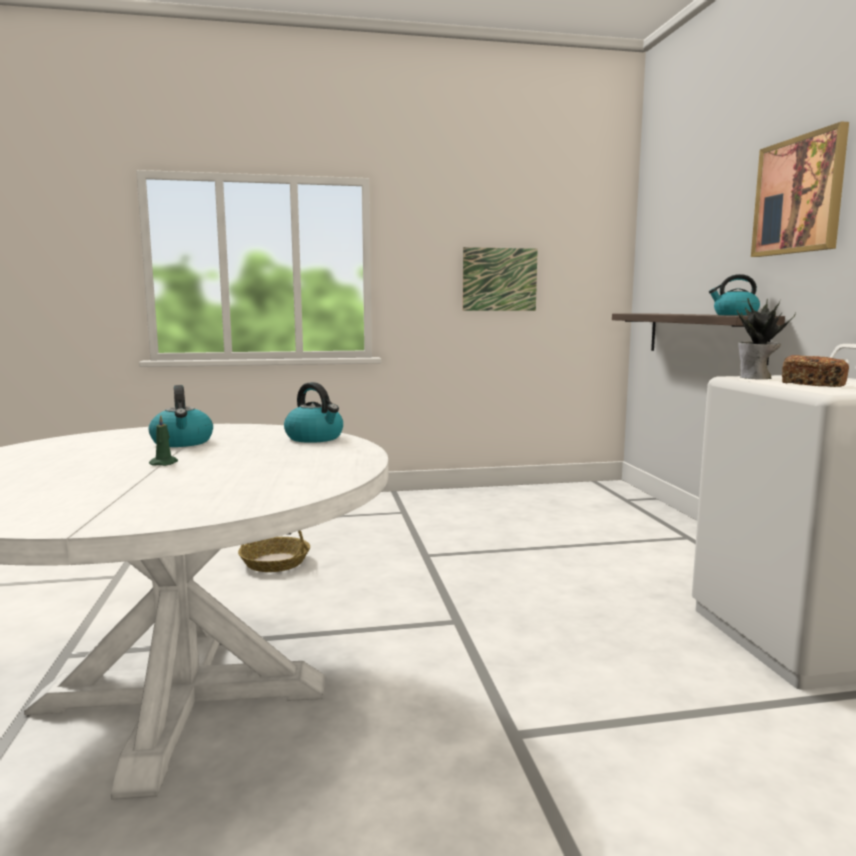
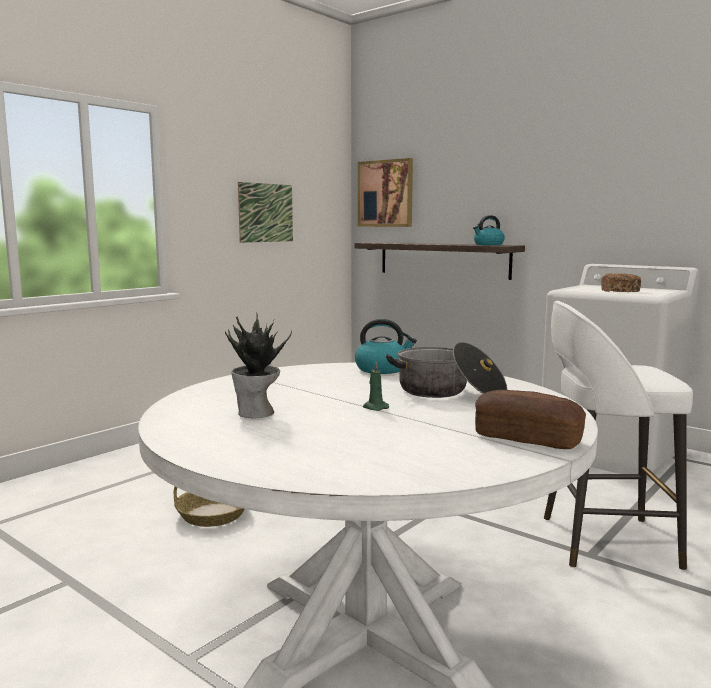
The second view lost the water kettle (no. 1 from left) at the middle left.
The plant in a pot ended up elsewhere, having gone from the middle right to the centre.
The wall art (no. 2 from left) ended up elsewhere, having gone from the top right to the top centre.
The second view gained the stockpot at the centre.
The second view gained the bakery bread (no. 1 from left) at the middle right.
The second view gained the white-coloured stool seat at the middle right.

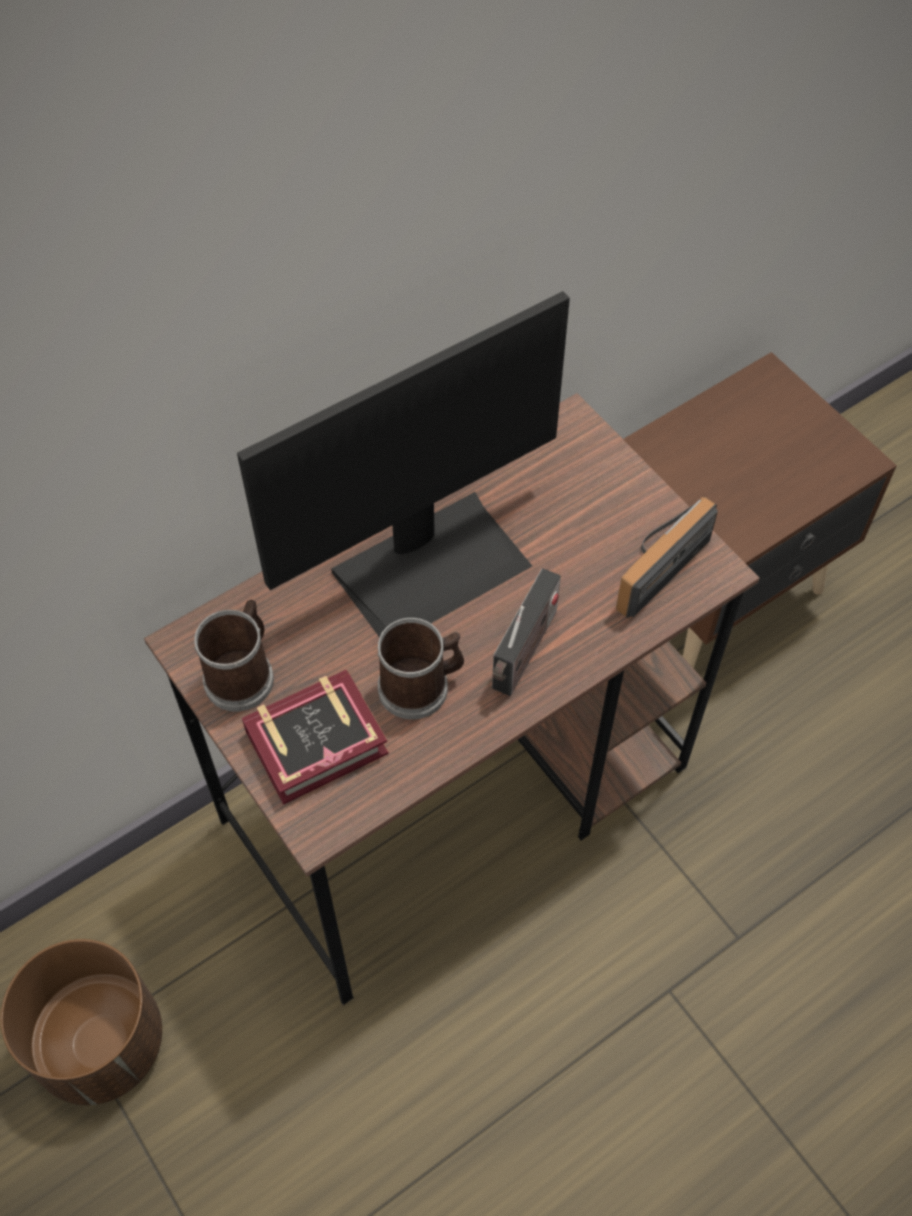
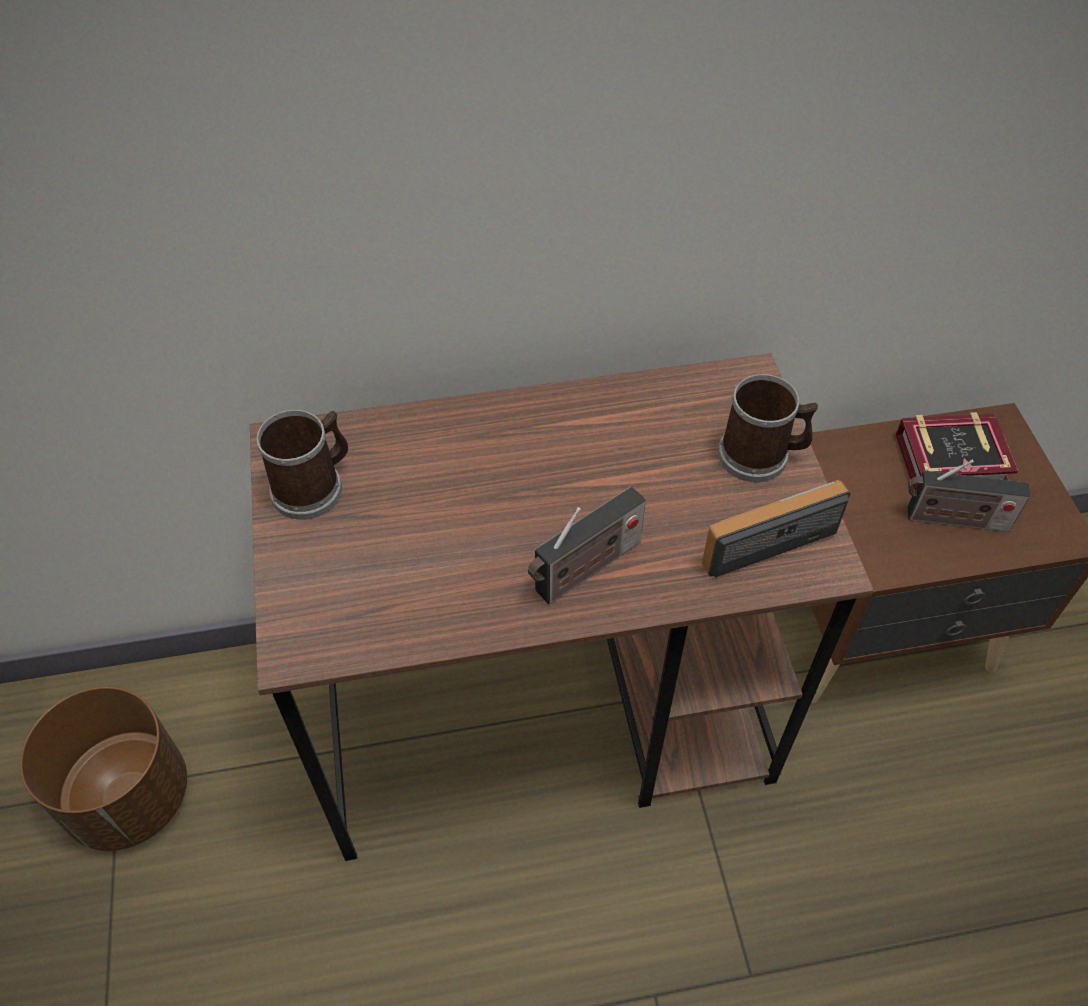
The second view lost the monitor at the centre.
The book ended up elsewhere, having gone from the centre to the middle right.
The tea mug (no. 2 from left) ended up elsewhere, having gone from the centre to the middle right.
The second view gained the radio set (no. 3 from left) at the middle right.

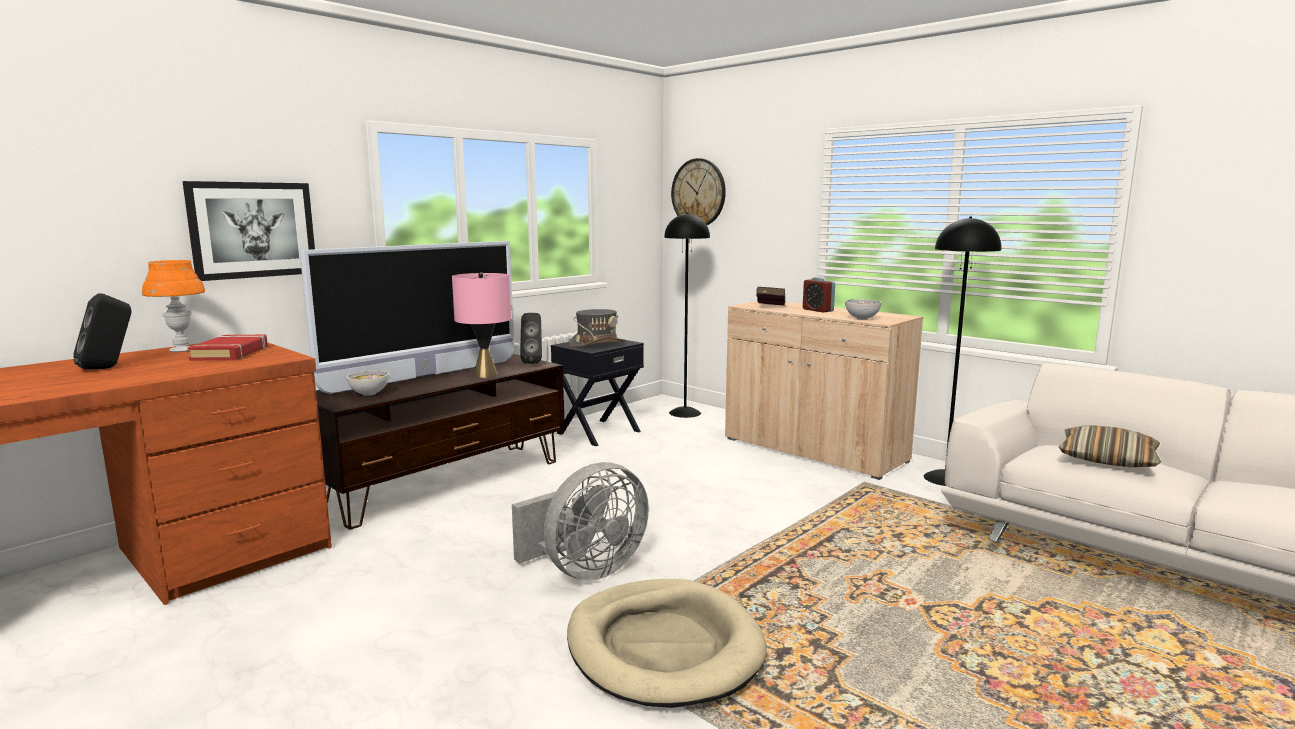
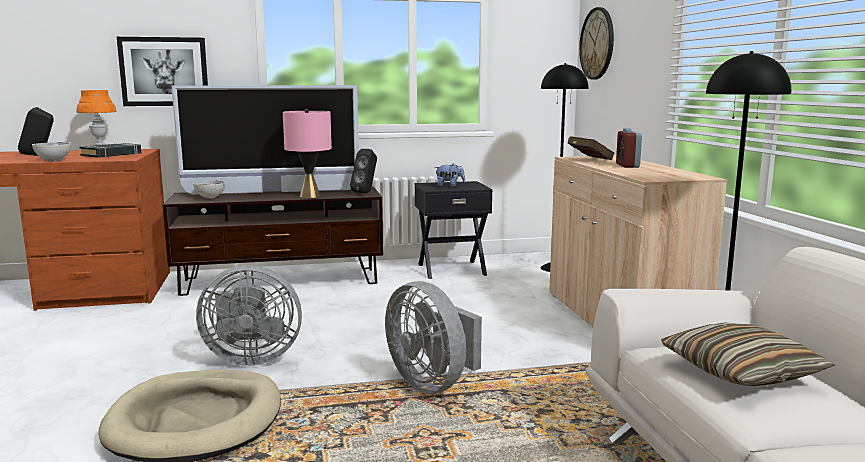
What was the reddish book (no. 1 from left) at the middle left turned into the black-coloured book at the top left.
Where the grey hat stood at the centre, the plush toy came to stand at the centre.
The serving bowl (no. 2 from left in the first image) ended up elsewhere, having gone from the centre to the top left.
The second view gained the grey fan (no. 2 from left) at the bottom centre.

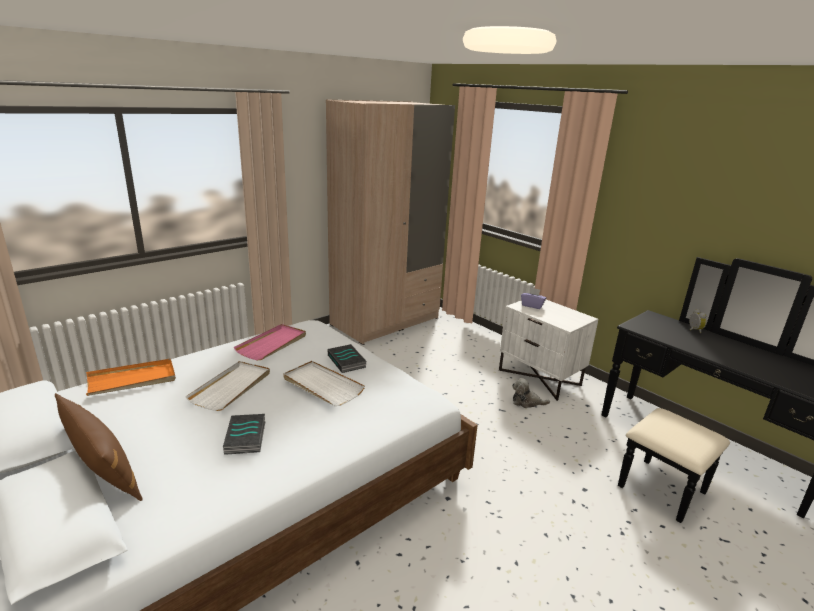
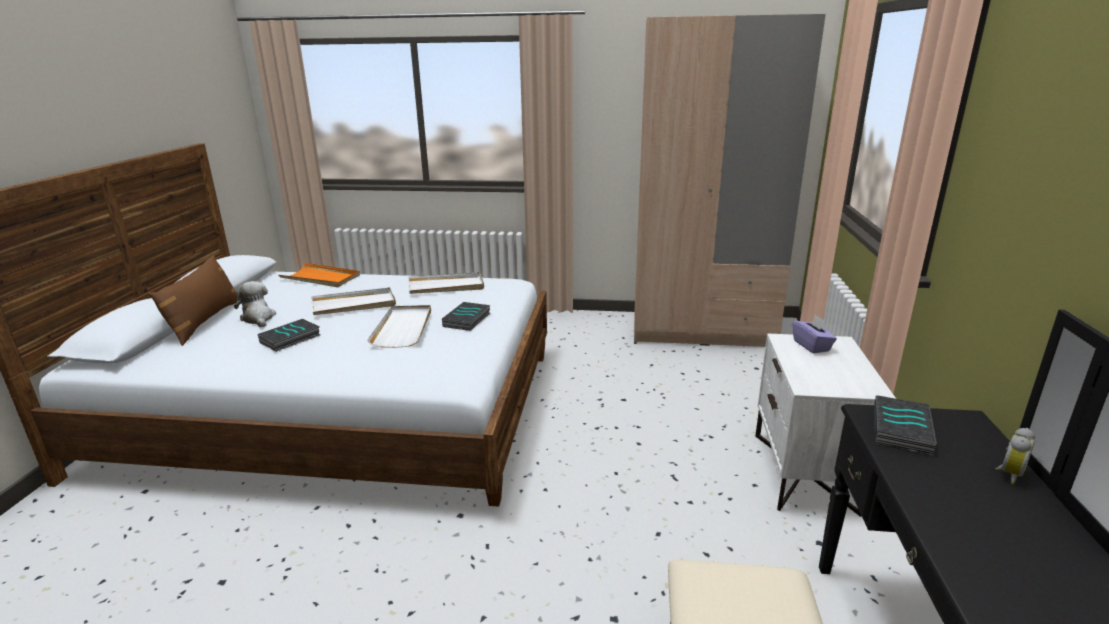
What was the pinkish serving tray at the middle left turned into the white-coloured serving tray (no. 3 from left) at the centre.
The plush toy ended up elsewhere, having gone from the centre to the middle left.
The second view gained the book (no. 3 from left) at the bottom right.

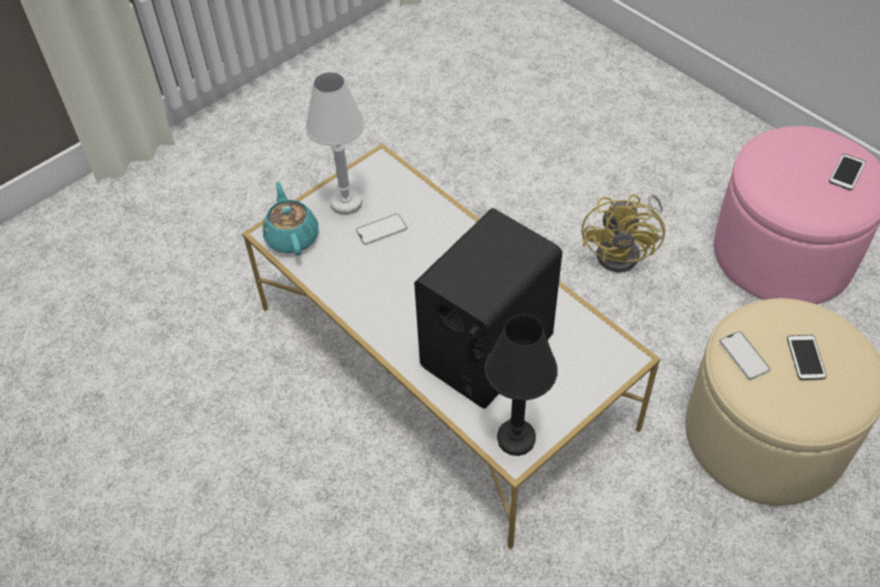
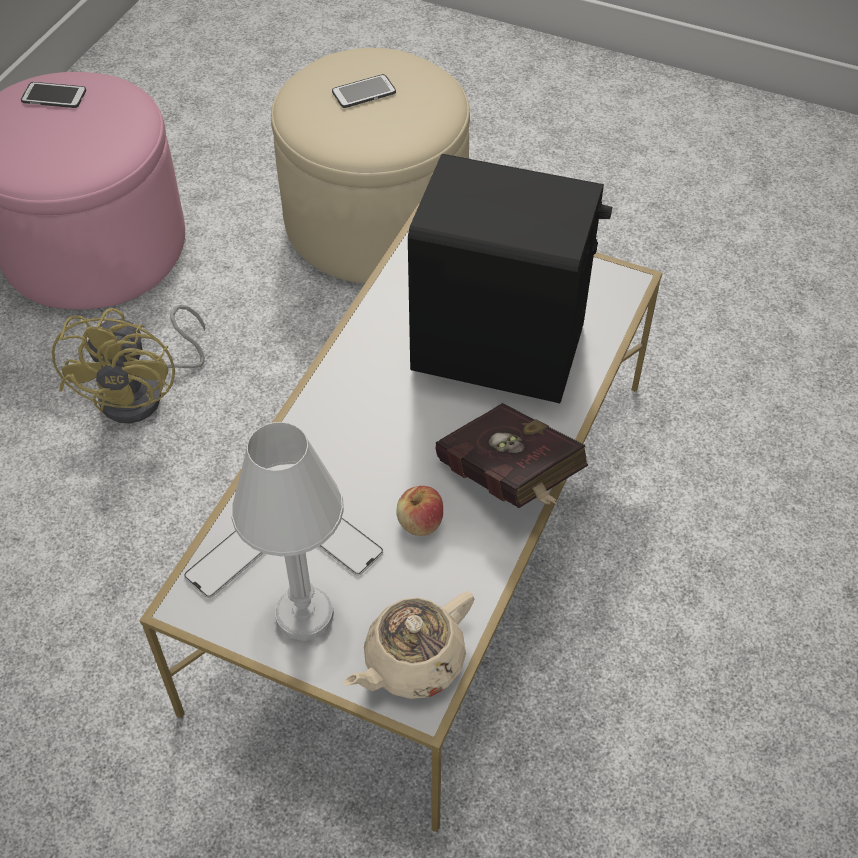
What was the turquoise pot for tea at the middle left turned into the sand-coloured pot for tea at the bottom centre.
The second view lost the black-coloured table lamp at the centre.
The yellowish fan at the middle right ended up facing another way, 105 degrees clockwise from before.
The phone (no. 2 from left) ended up elsewhere, having gone from the middle right to the middle left.
The second view gained the apple fruit at the centre.
The second view gained the reddish book at the centre.

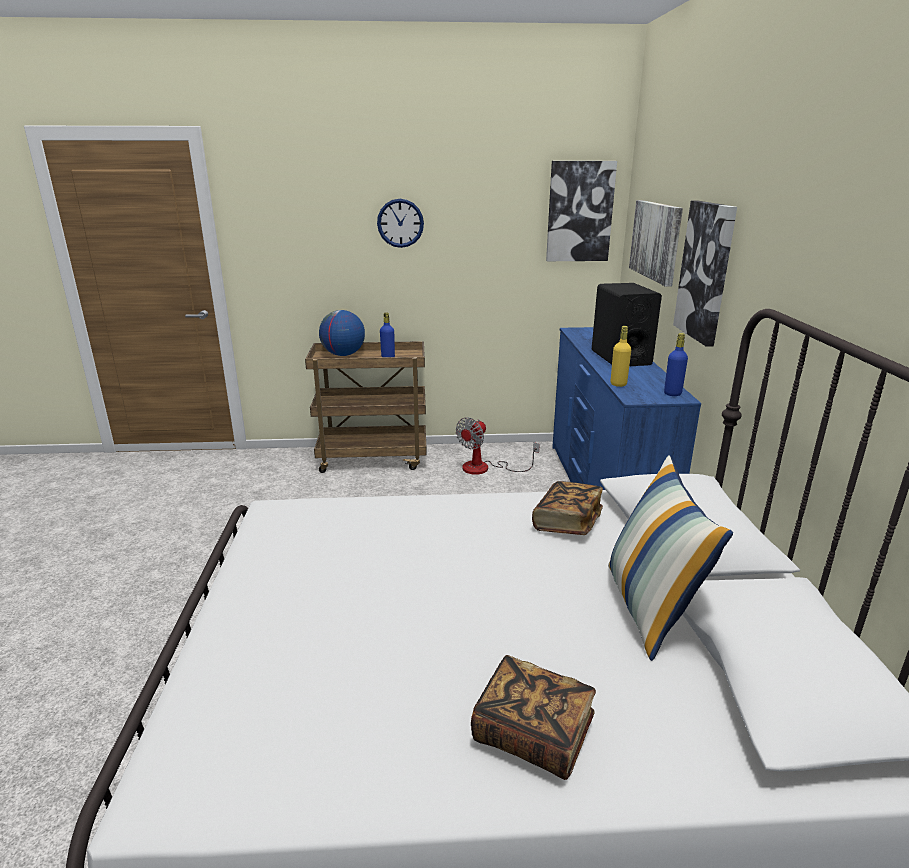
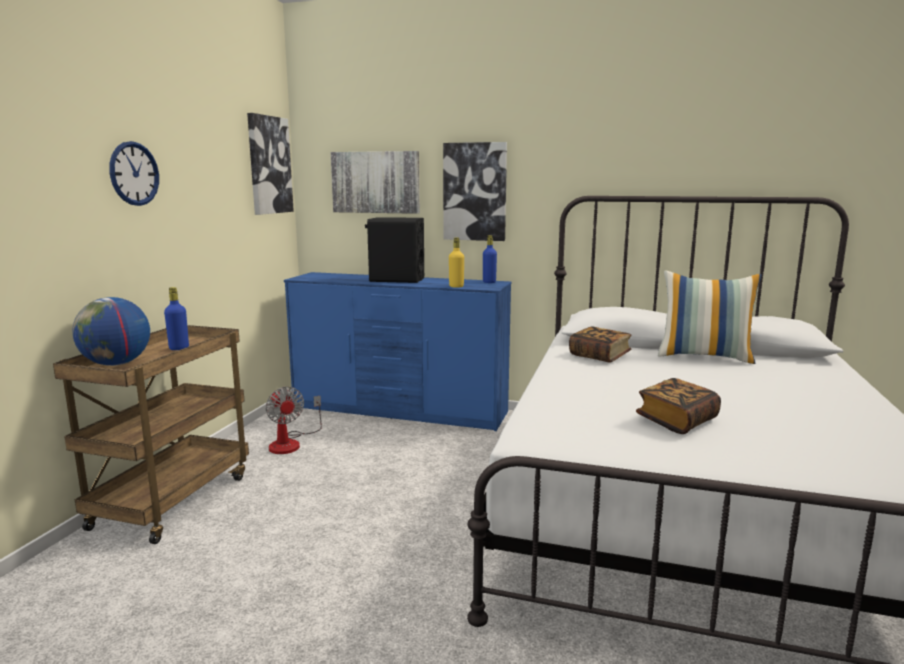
The book (no. 1 from left in the first image) ended up elsewhere, having gone from the bottom centre to the middle right.

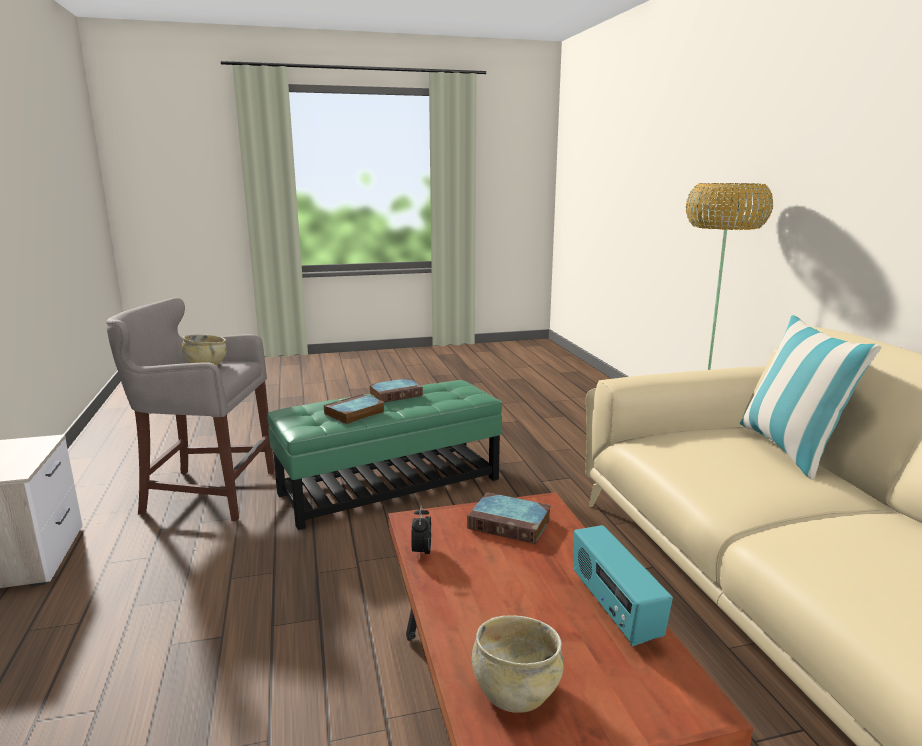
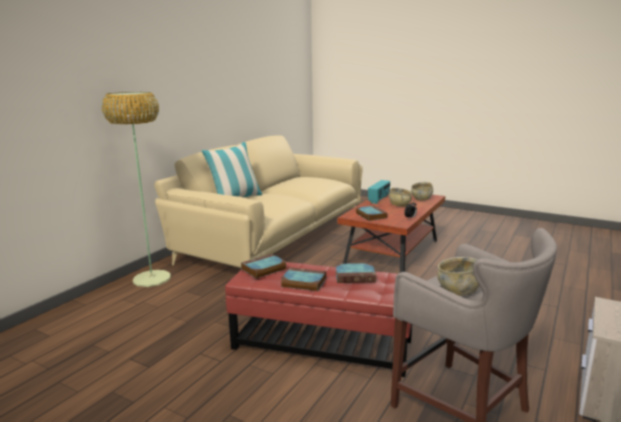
What was the green-coloured footrest at the centre turned into the reddish footrest at the bottom centre.
The second view gained the book (no. 1 from left) at the centre.
The second view gained the sand-coloured serving bowl (no. 1 from left) at the centre.

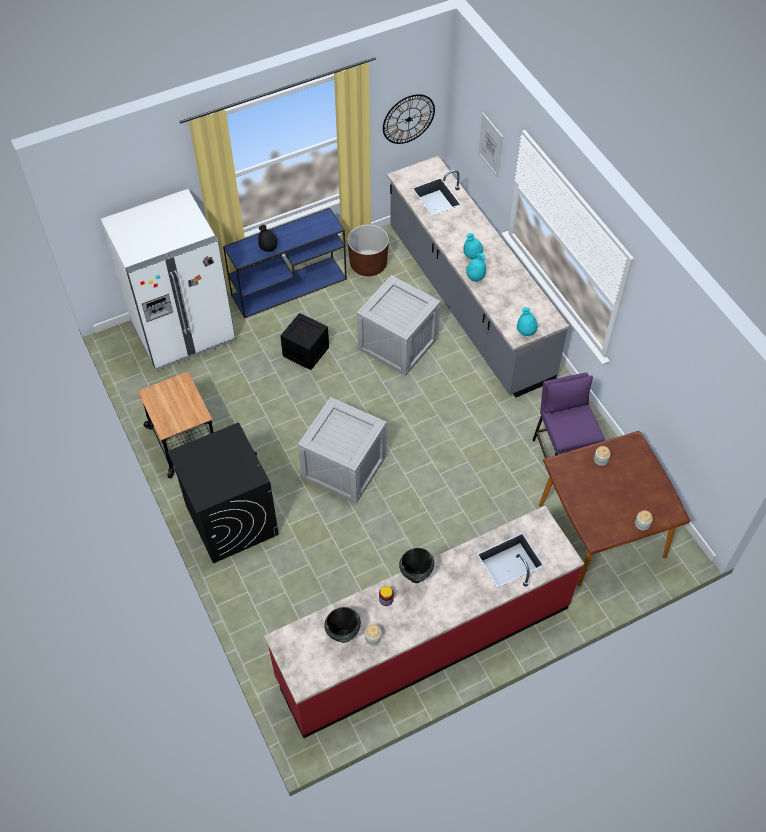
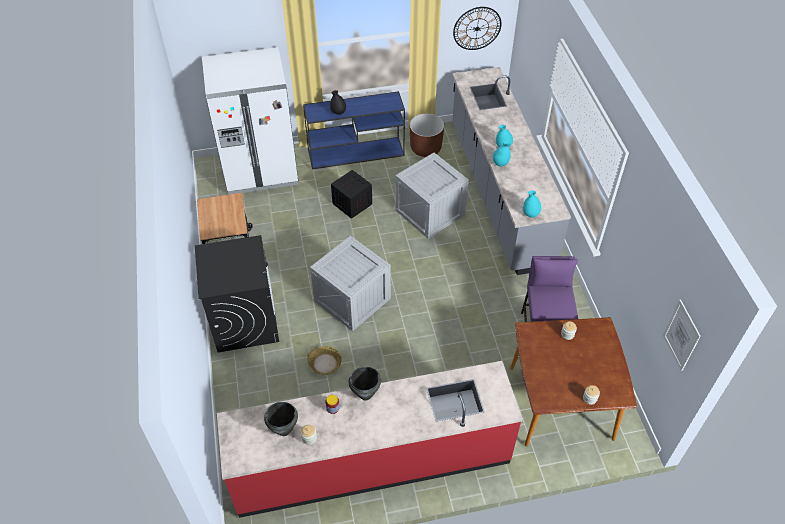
The wall art ended up elsewhere, having gone from the top centre to the middle right.
The second view gained the basket at the bottom centre.

